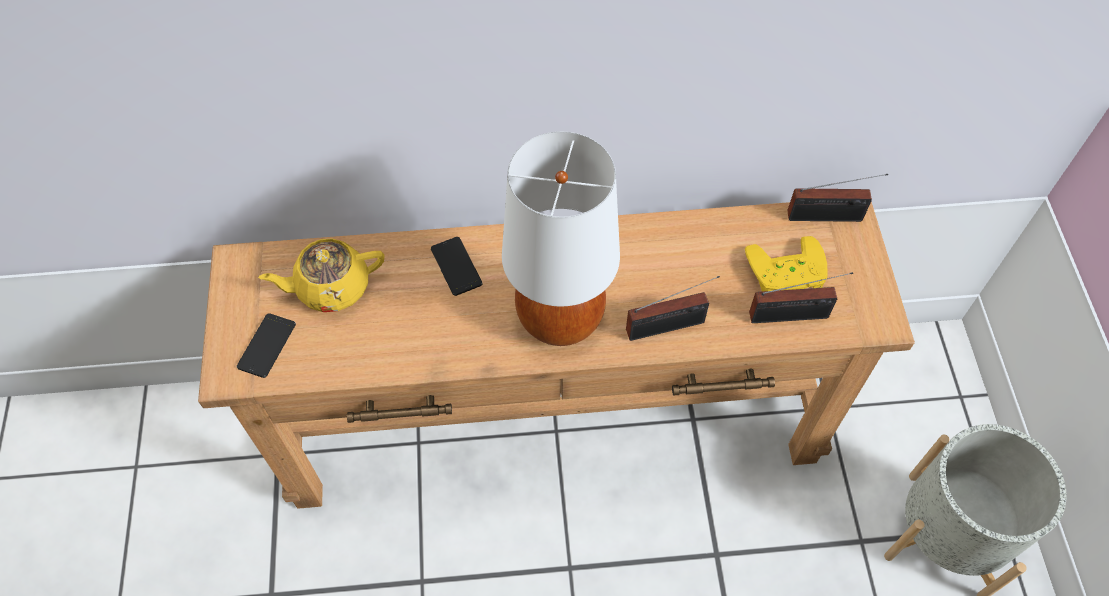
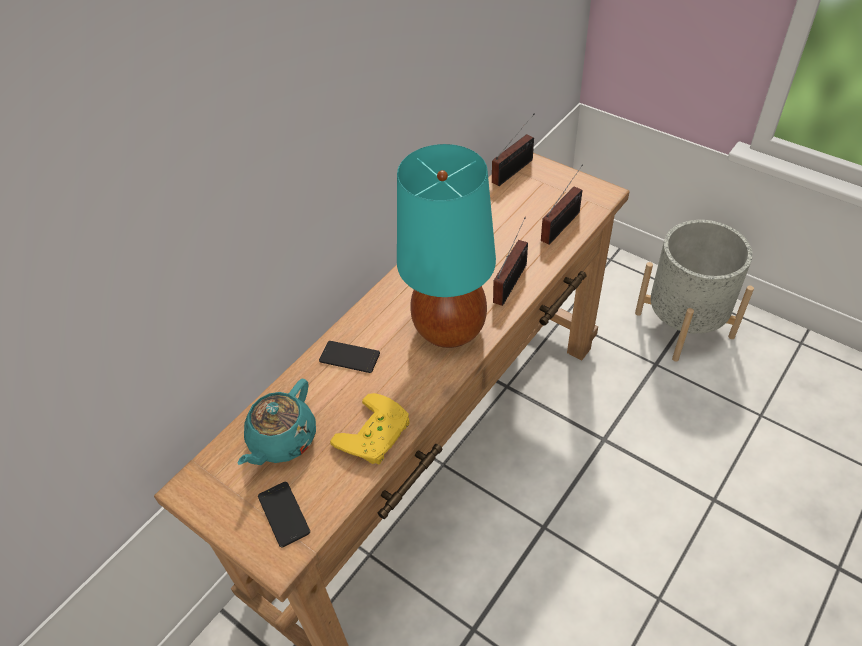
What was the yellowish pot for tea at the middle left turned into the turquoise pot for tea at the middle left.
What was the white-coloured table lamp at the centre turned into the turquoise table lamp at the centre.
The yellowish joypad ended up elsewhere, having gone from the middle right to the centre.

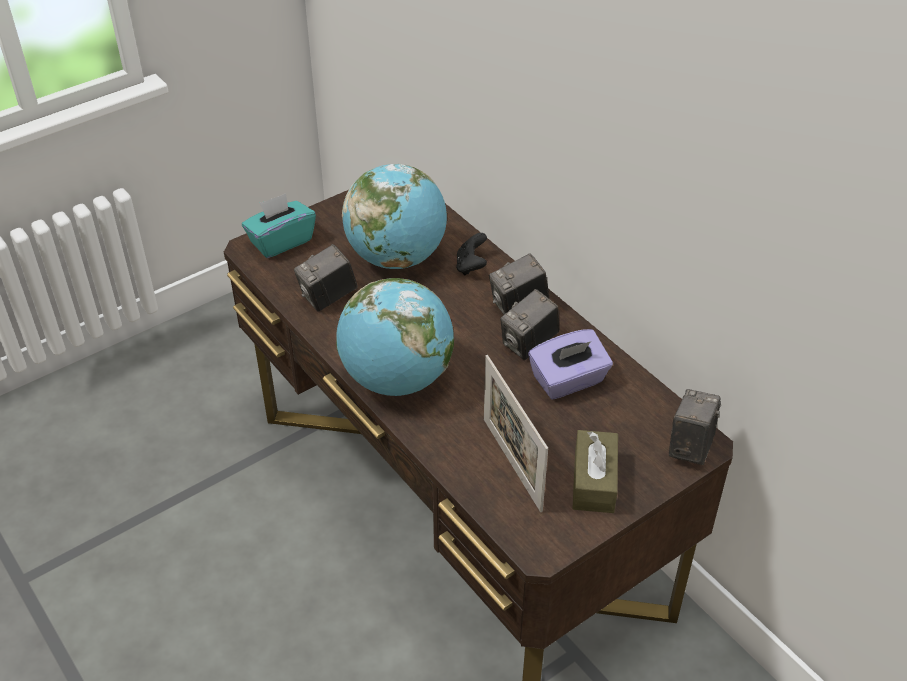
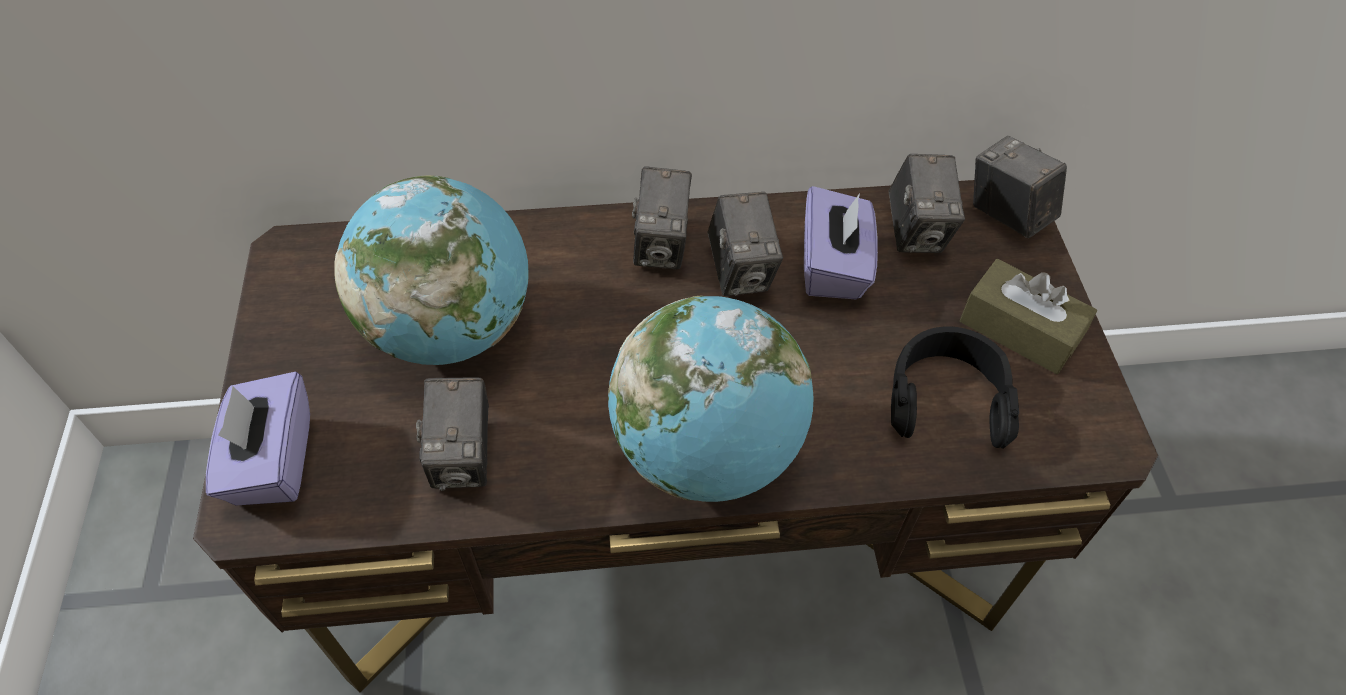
What was the turquoise box of tissues at the top left turned into the purple-coloured box of tissues (no. 1 from left) at the middle left.
The second view lost the black-coloured joypad at the centre.
Where the photo frame stood at the centre, the black-coloured headset came to stand at the middle right.
The second view gained the still camera (no. 4 from left) at the top right.

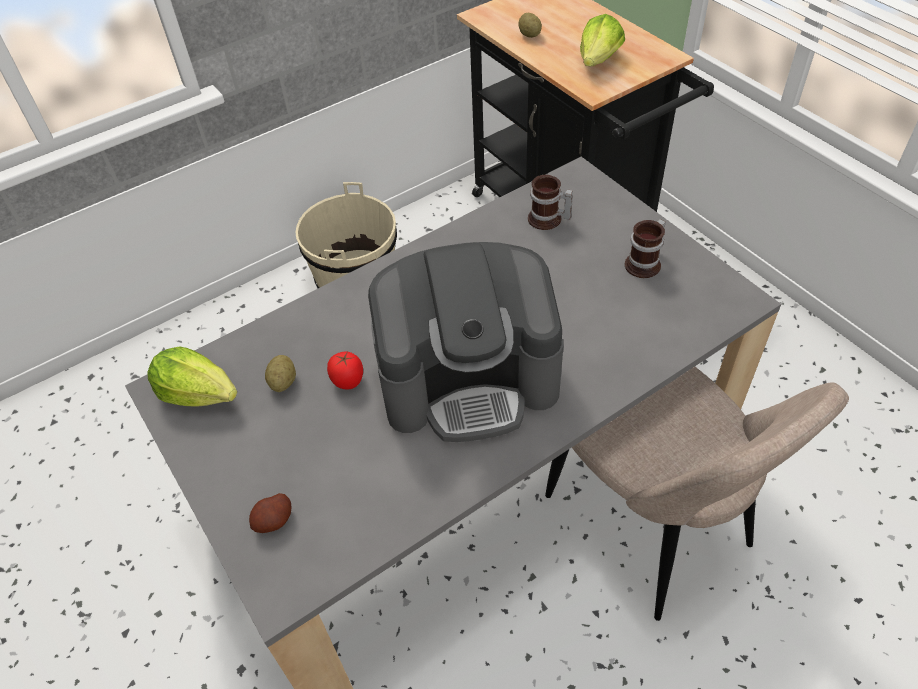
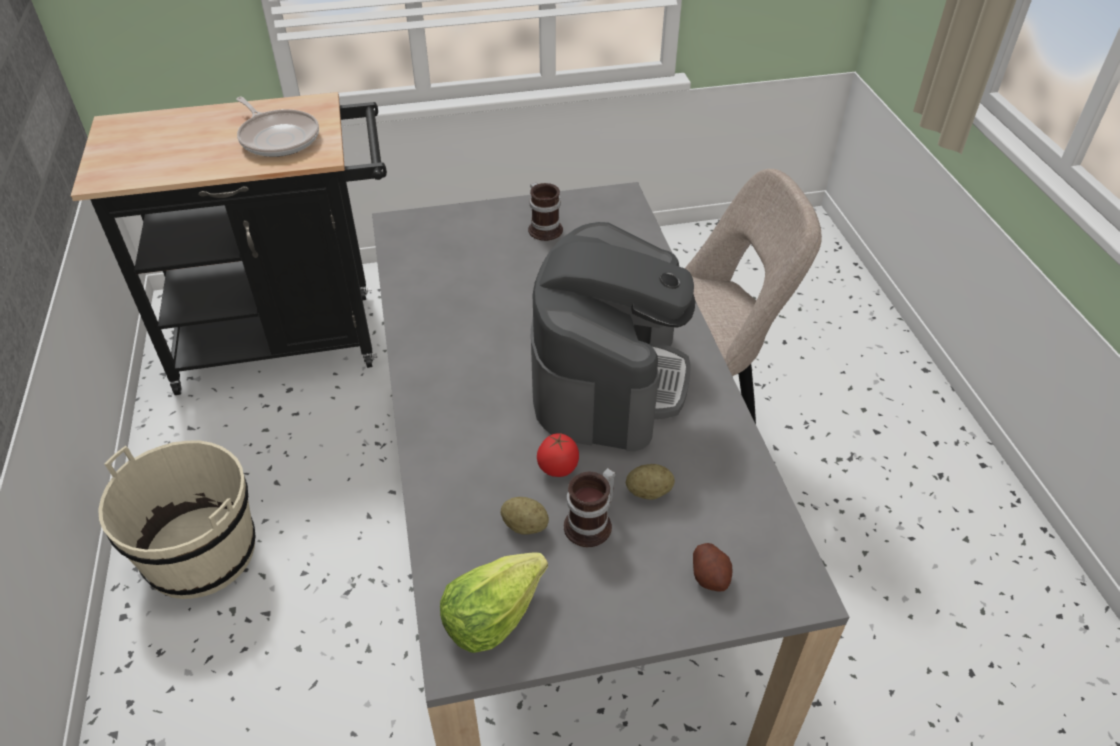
The potato (no. 3 from left in the first image) ended up elsewhere, having gone from the top centre to the centre.
The tea mug (no. 1 from left in the first image) ended up elsewhere, having gone from the top centre to the bottom centre.
Where the lettuce (no. 2 from left) stood at the top centre, the pan came to stand at the top left.

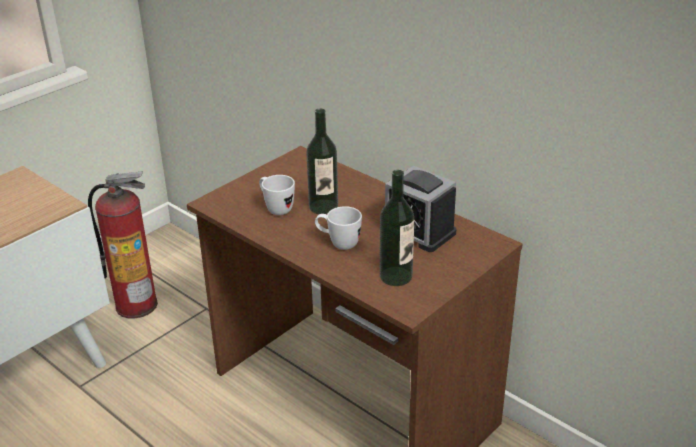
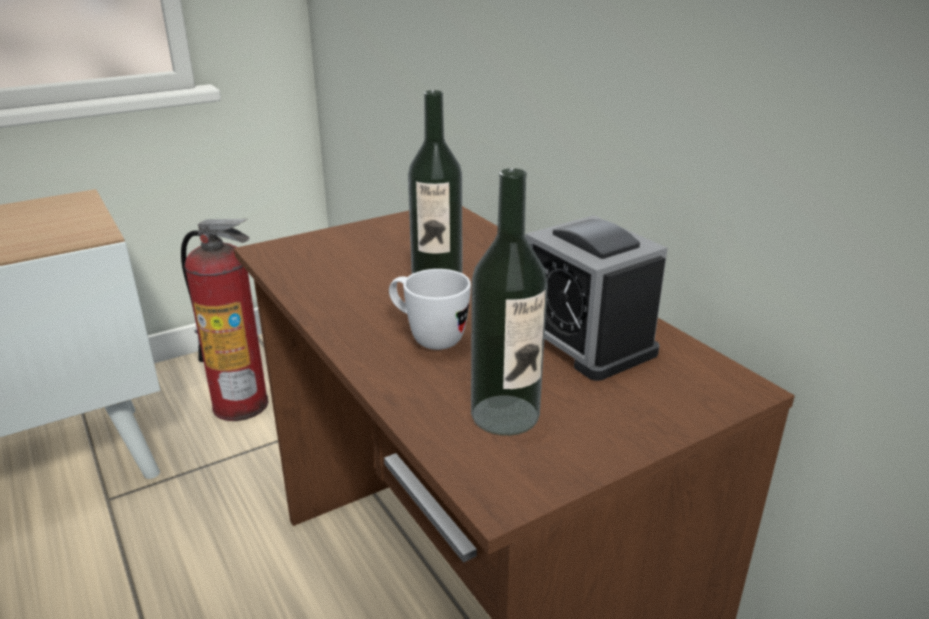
The second view lost the white-coloured tea mug (no. 1 from left) at the centre.

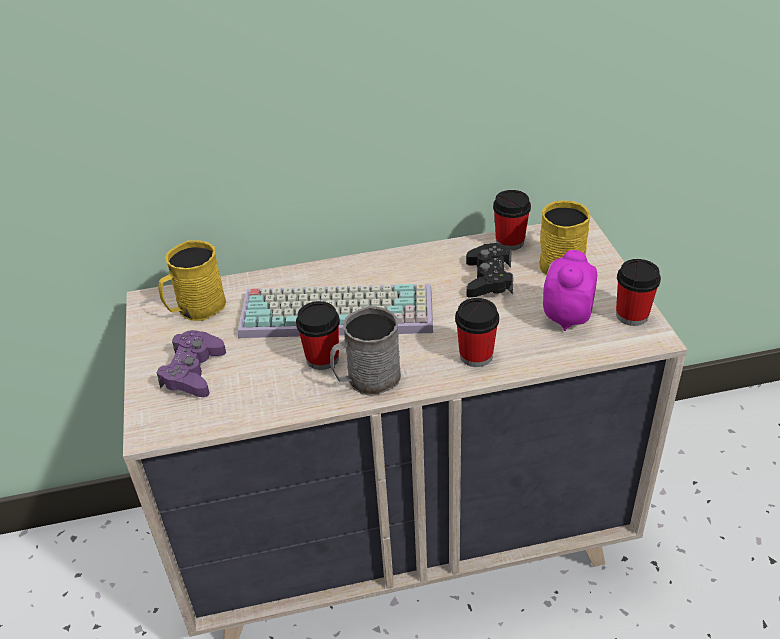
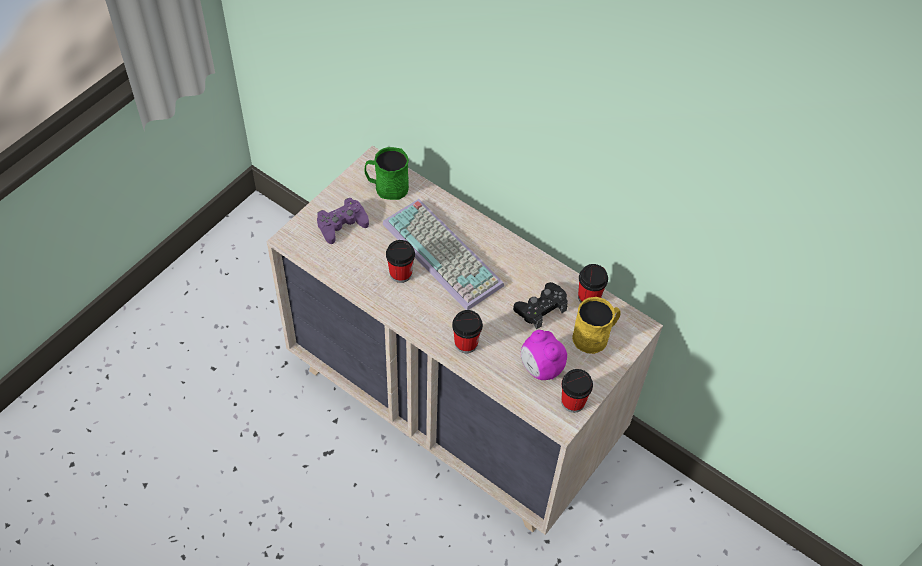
What was the yellowish tea mug (no. 1 from left) at the middle left turned into the green-coloured tea mug at the top centre.
The second view lost the grey tea mug at the centre.
The table clock at the middle right ended up facing another way, 105 degrees counterclockwise from before.

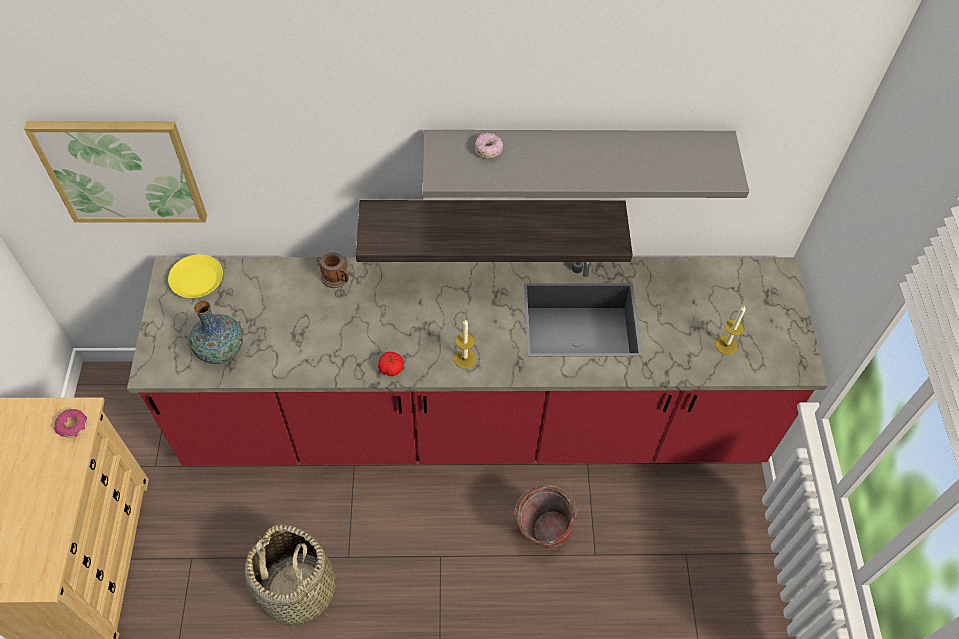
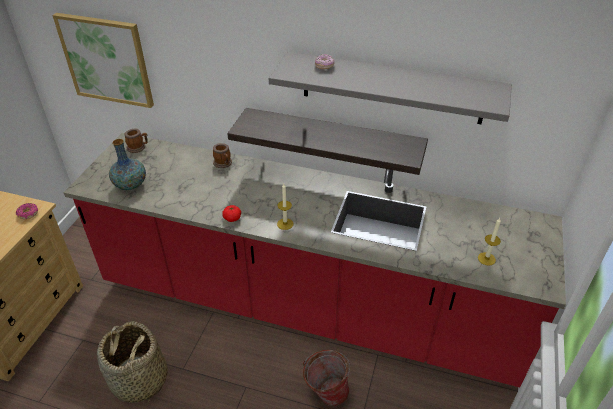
Where the yellowish flat dish stood at the middle left, the tea mug (no. 1 from left) came to stand at the middle left.

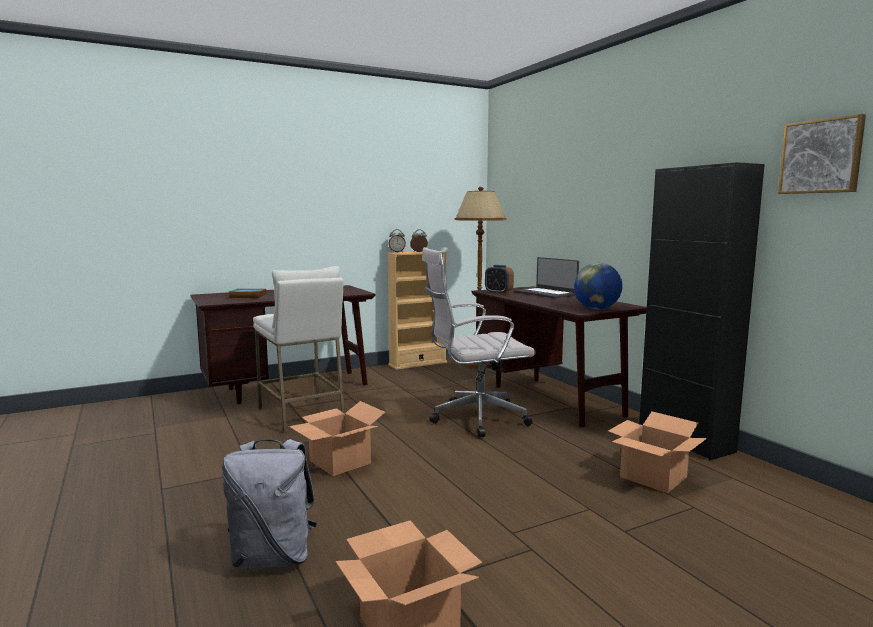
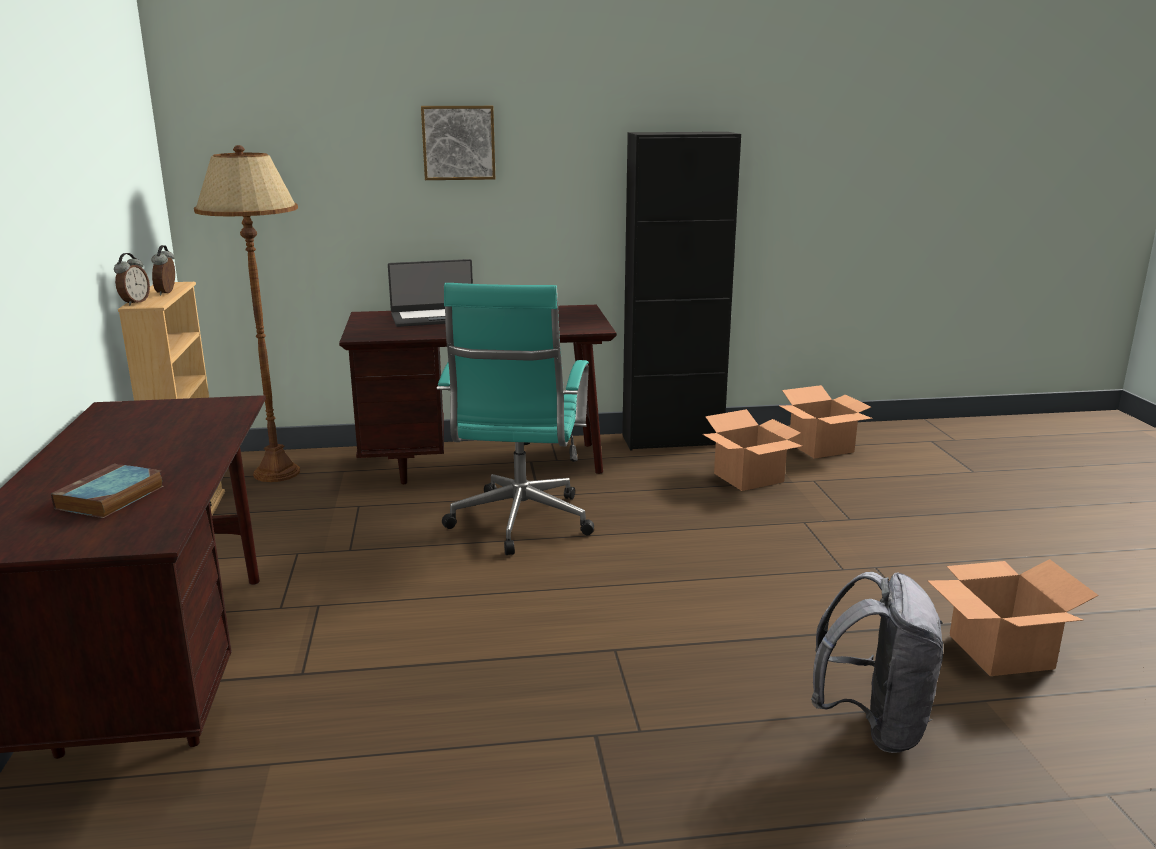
The second view lost the white-coloured stool seat at the centre.
The carton (no. 1 from left in the first image) ended up elsewhere, having gone from the bottom centre to the middle right.
What was the white-coloured computer chair at the centre turned into the turquoise computer chair at the centre.
The second view lost the table clock (no. 3 from left) at the centre.
The second view lost the world globe at the middle right.
The wall art ended up elsewhere, having gone from the top right to the top centre.

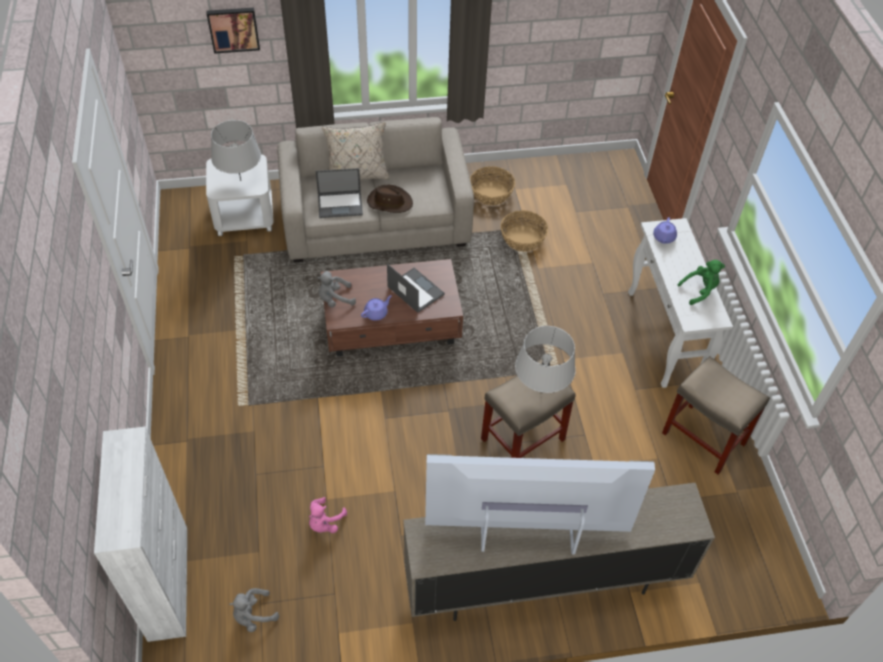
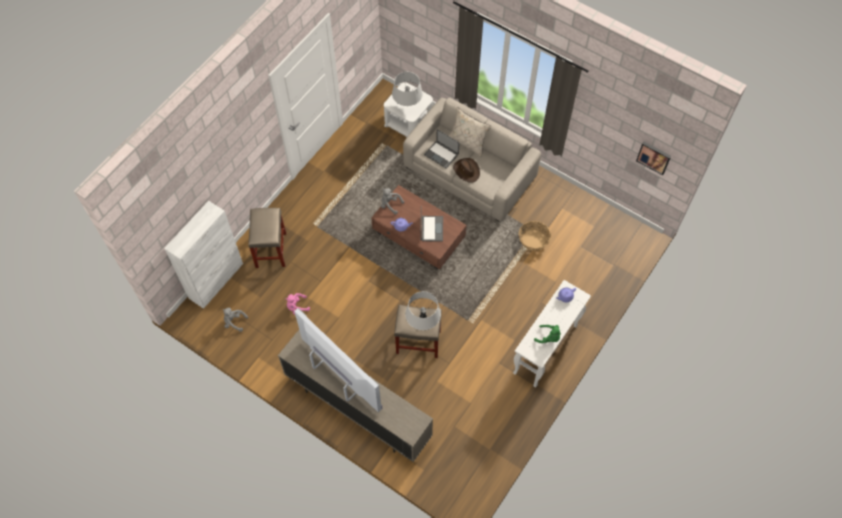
The wall art ended up elsewhere, having gone from the top left to the top right.
The second view lost the basket (no. 1 from left) at the top centre.
The sand-coloured stool seat (no. 2 from left in the first image) ended up elsewhere, having gone from the middle right to the middle left.

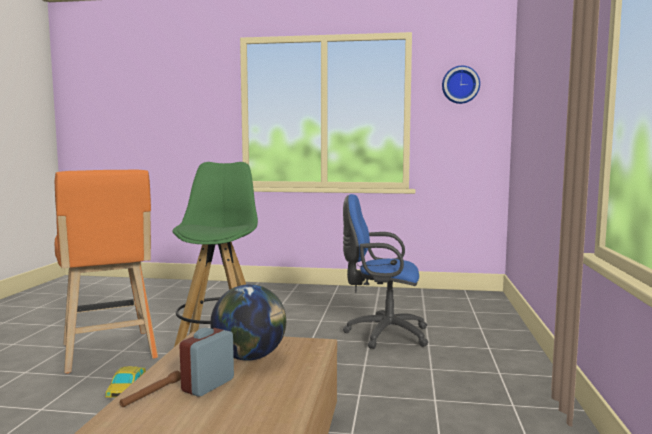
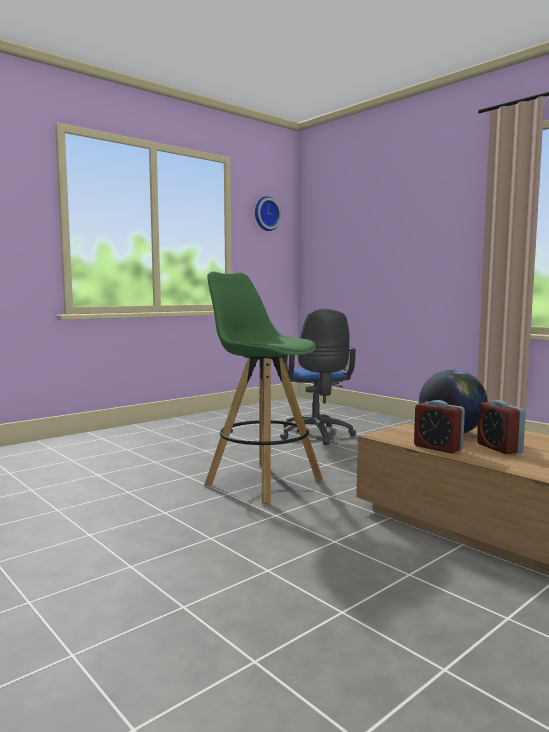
The second view lost the orange-coloured stool seat at the middle left.
The second view lost the toy car at the bottom left.
The second view lost the brown hand torch at the bottom left.
The bluish computer chair at the centre ended up facing another way, 60 degrees counterclockwise from before.
The second view gained the table clock (no. 1 from left) at the middle right.

